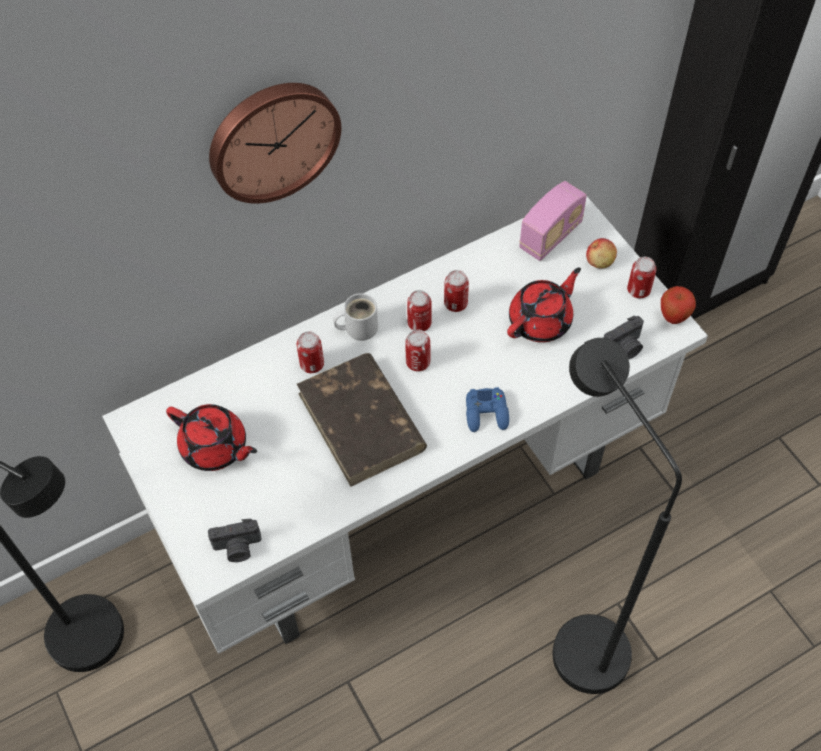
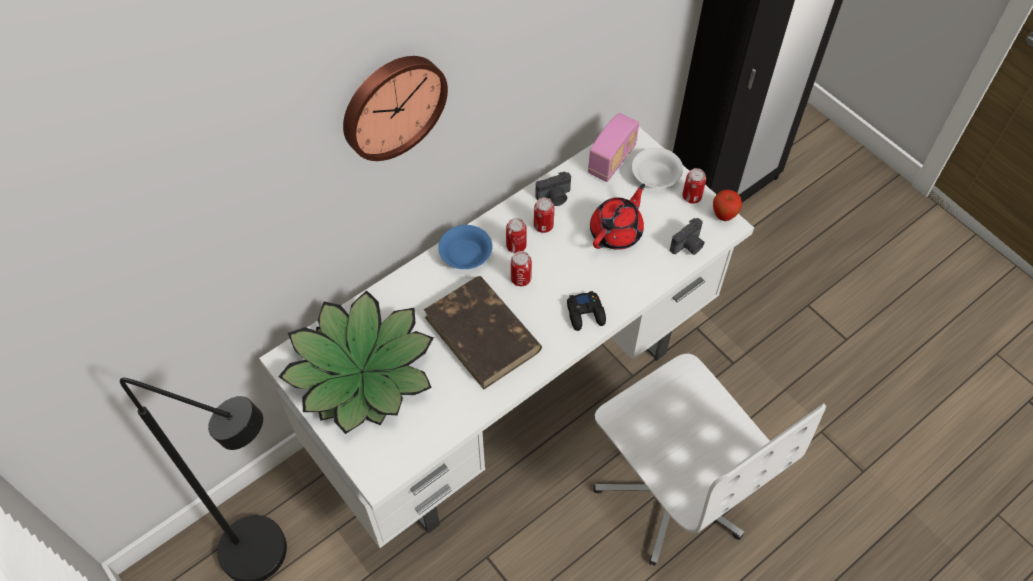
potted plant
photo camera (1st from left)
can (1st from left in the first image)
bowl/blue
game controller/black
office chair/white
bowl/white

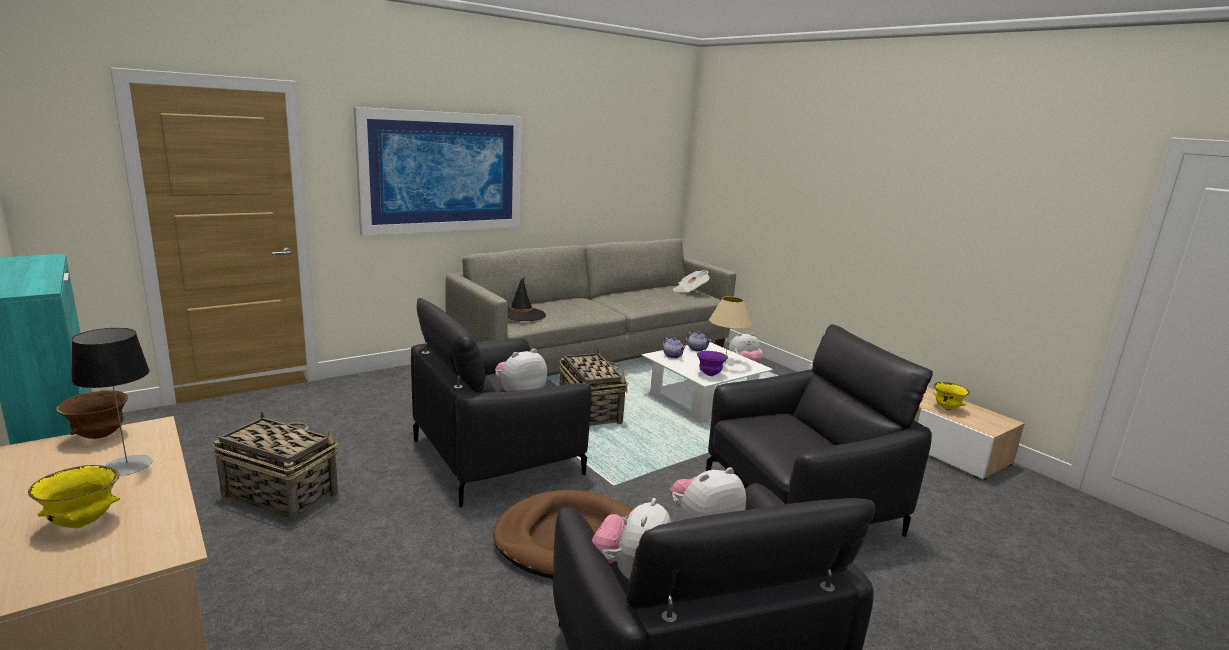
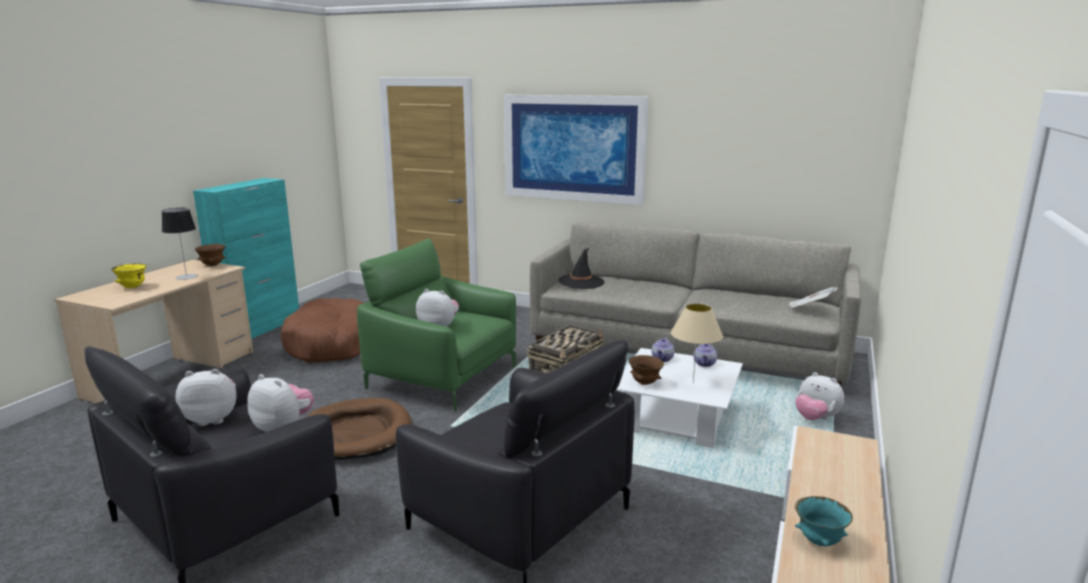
dog bed/brown (1st from left)
armchair/green
bowl/brown (2nd from left)
bowl/turquoise

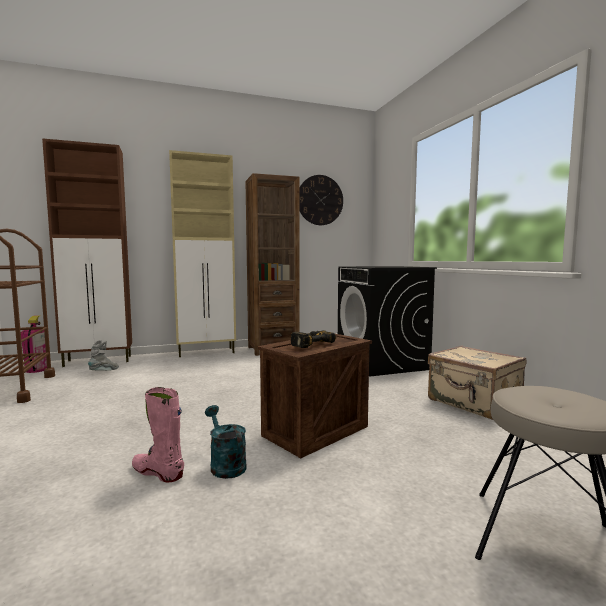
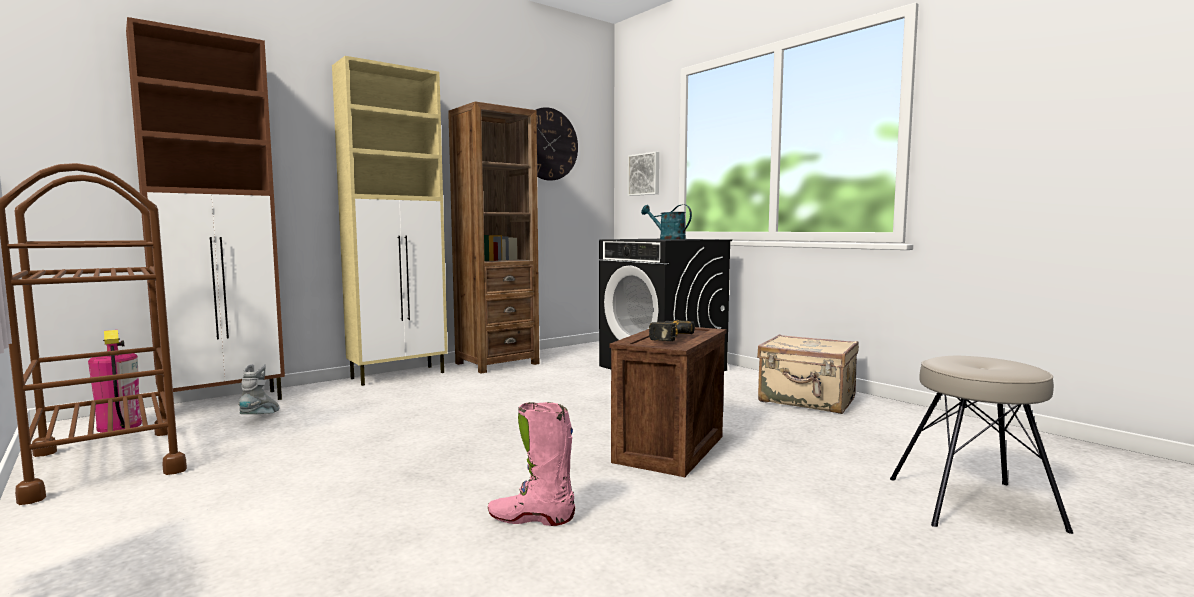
watering can/turquoise
picture

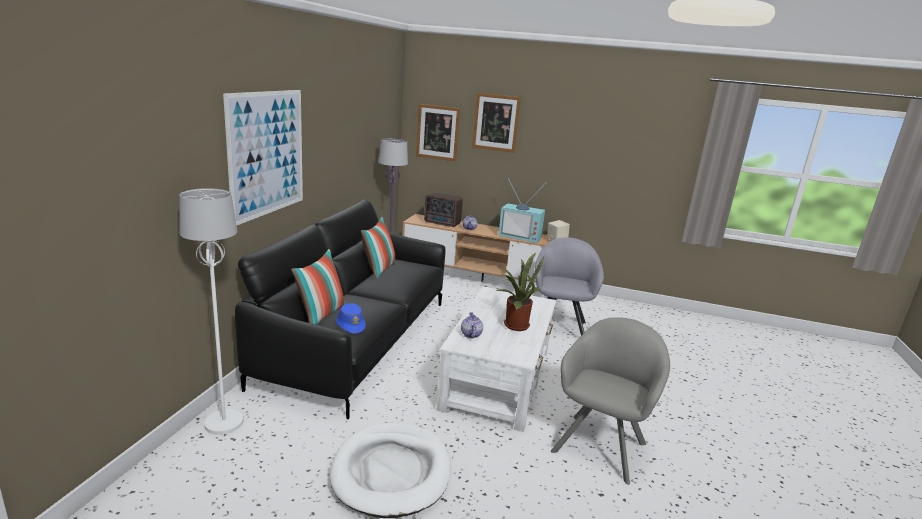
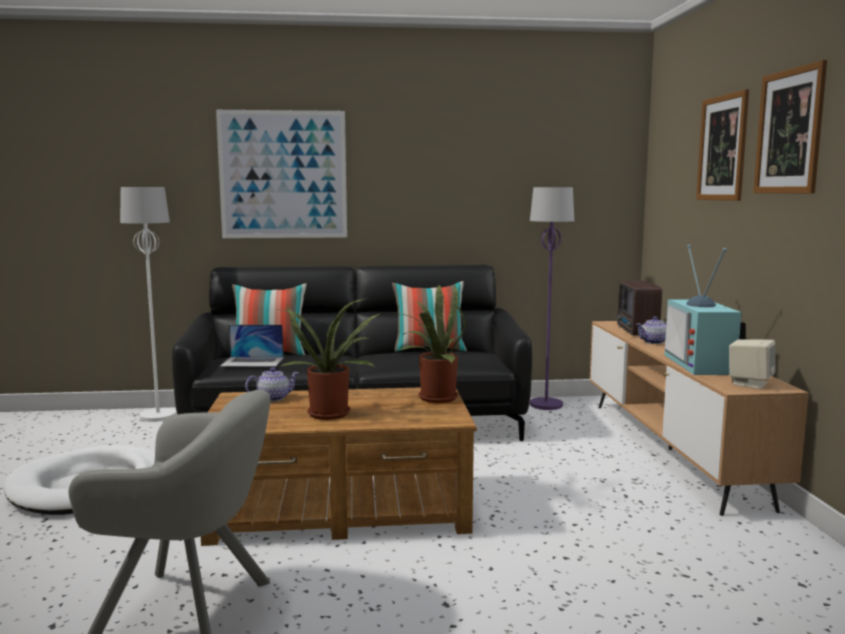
laptop
picture (3rd from left)
coffee table/brown
armchair/grey (1st from left in the first image)
potted plant (2nd from left)

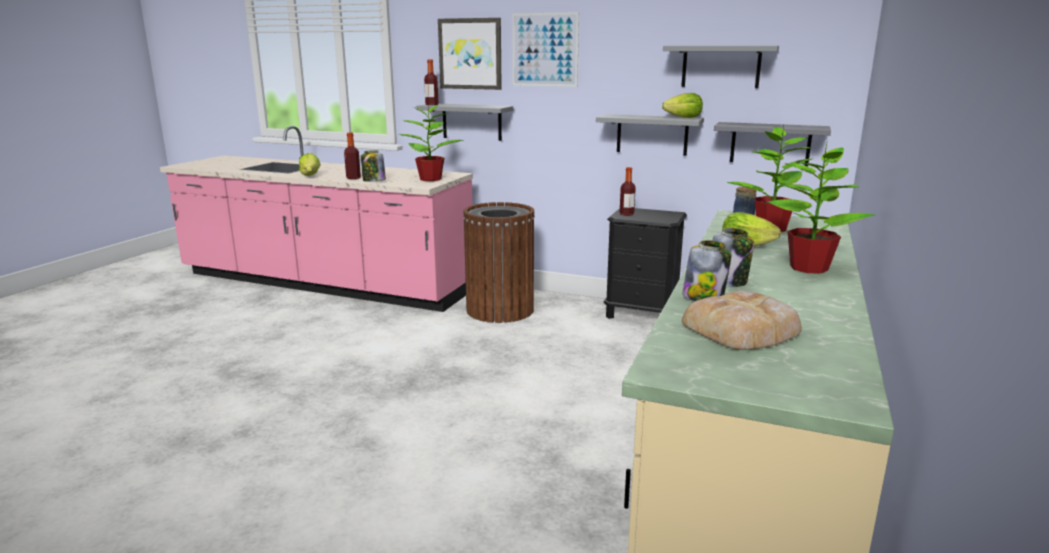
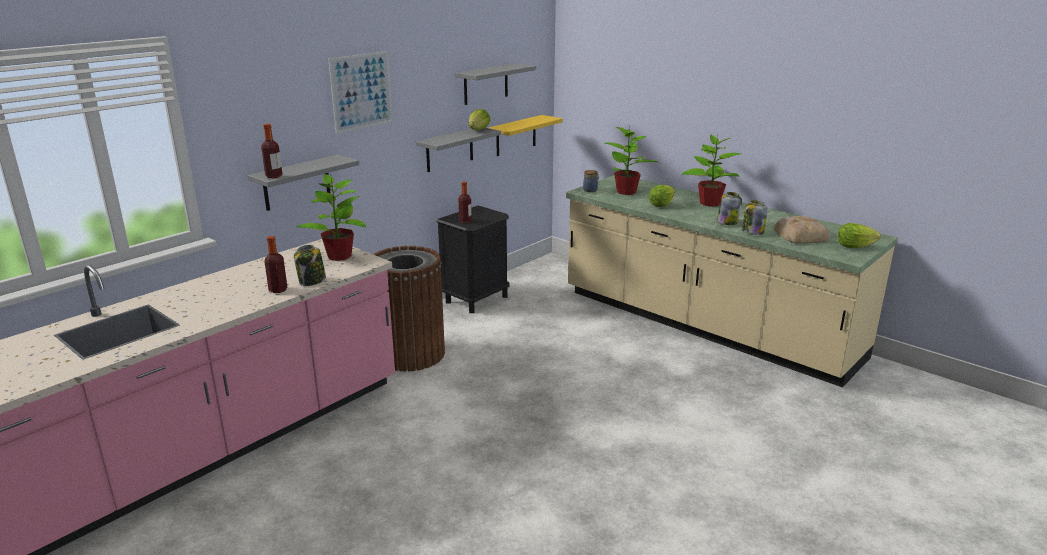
lettuce (3rd from left)
picture (1st from left in the first image)
shelf/yellow

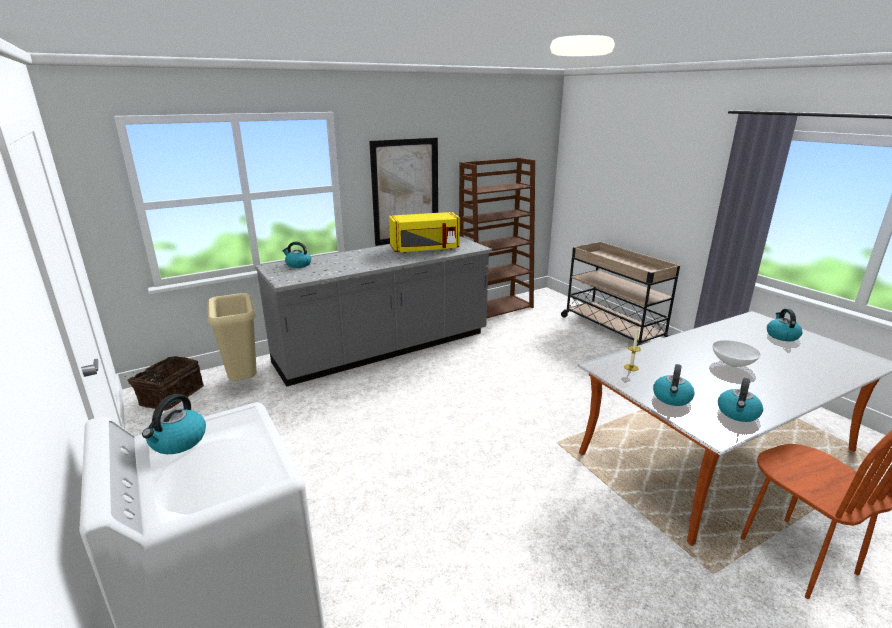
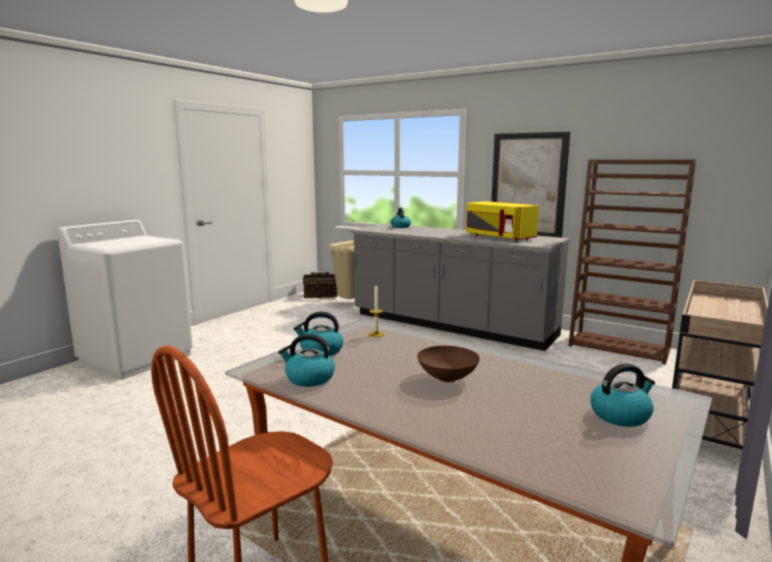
kettle (1st from left in the first image)
bowl/brown

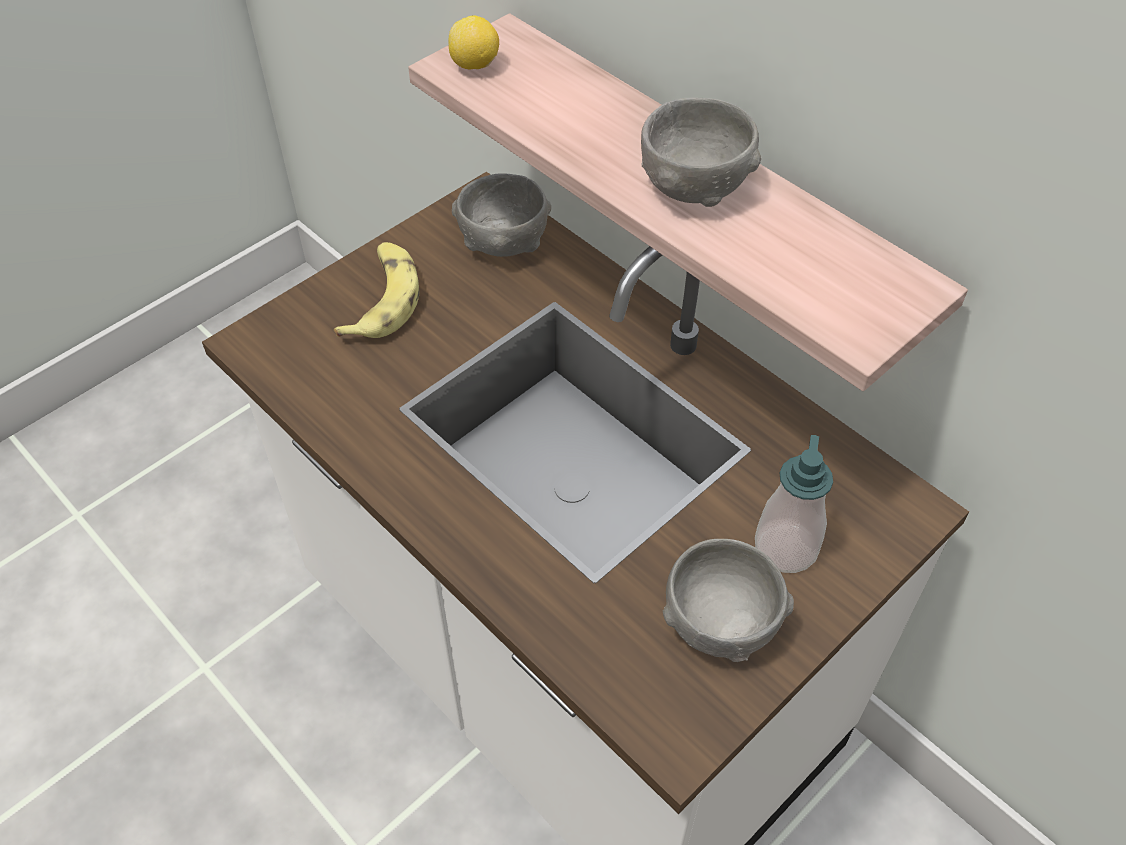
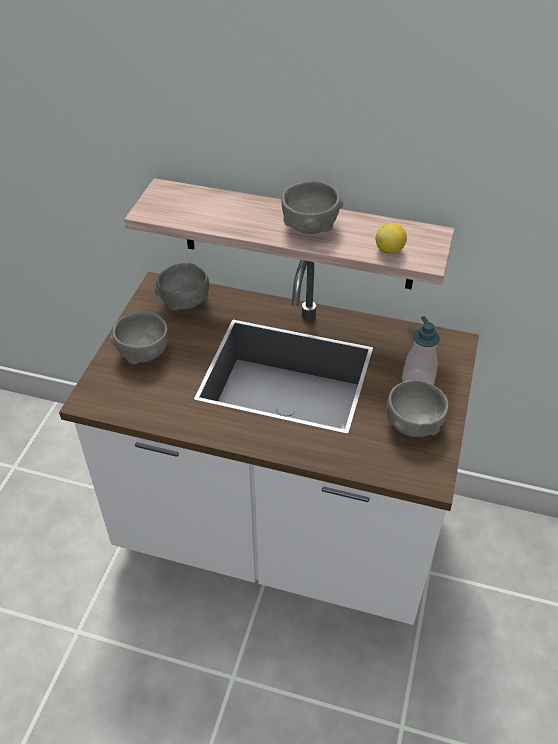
bowl/grey (1st from left)
lemon

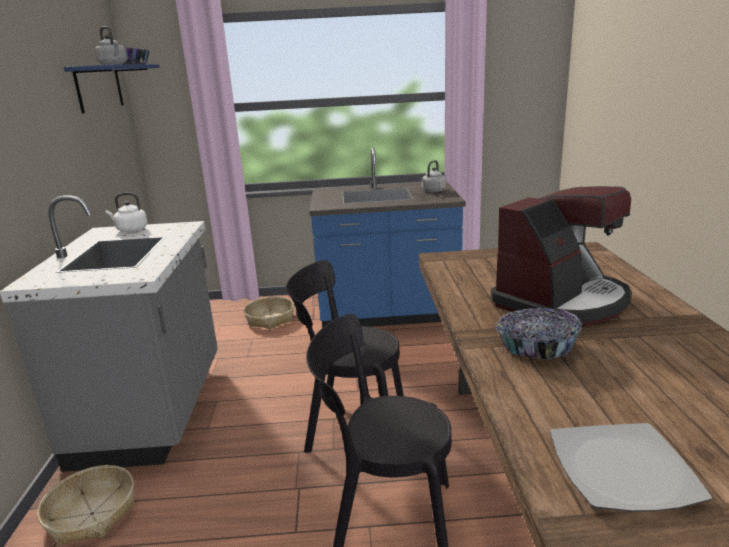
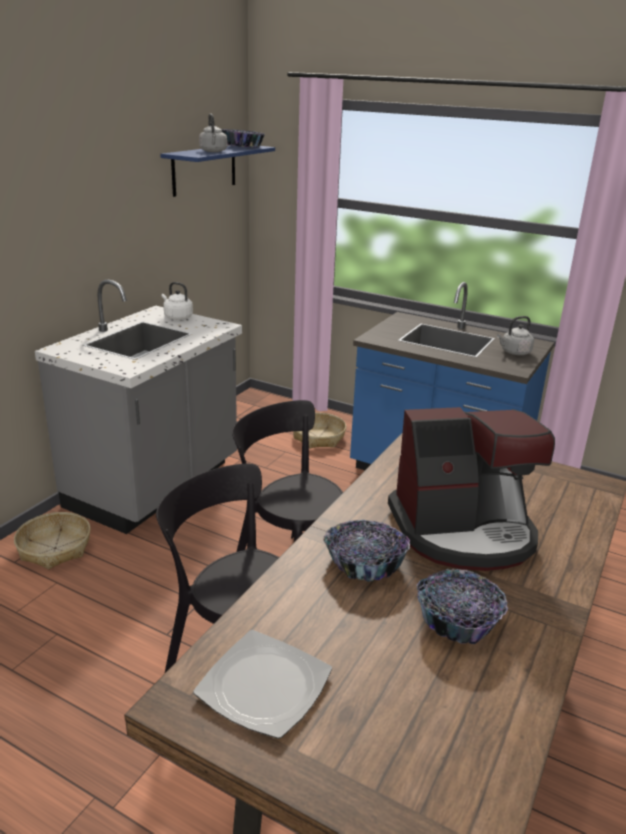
bowl (3rd from left)

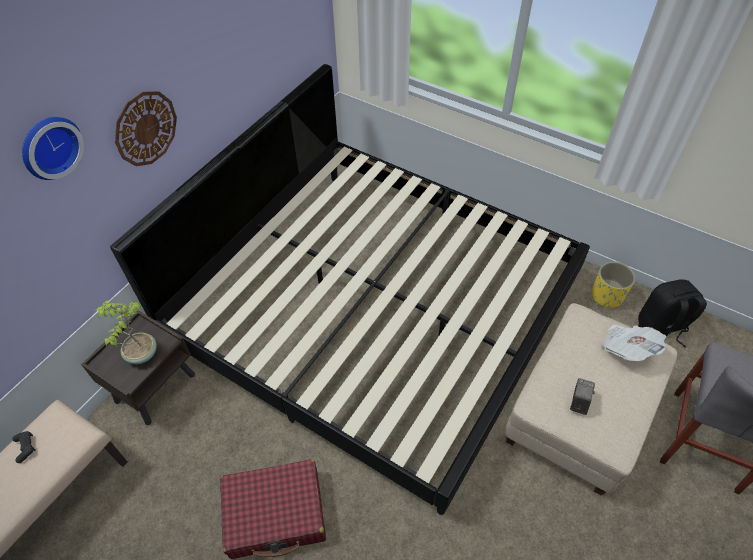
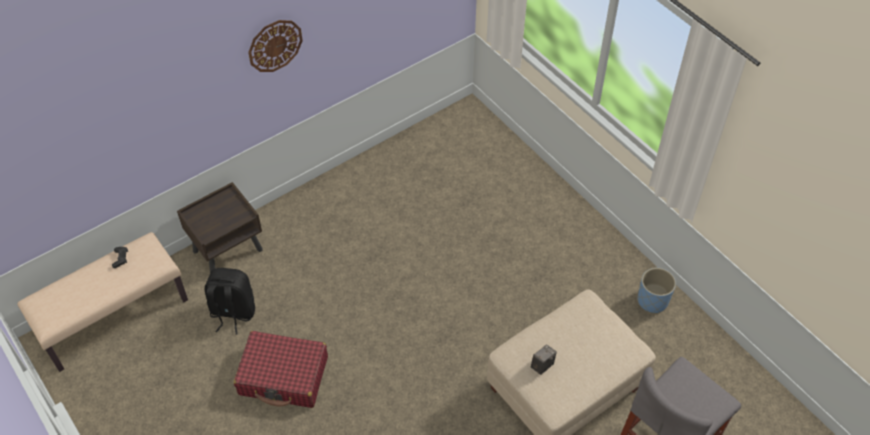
wall clock (1st from left in the first image)
potted plant
bed
planter/blue
newspaper
backpack/black

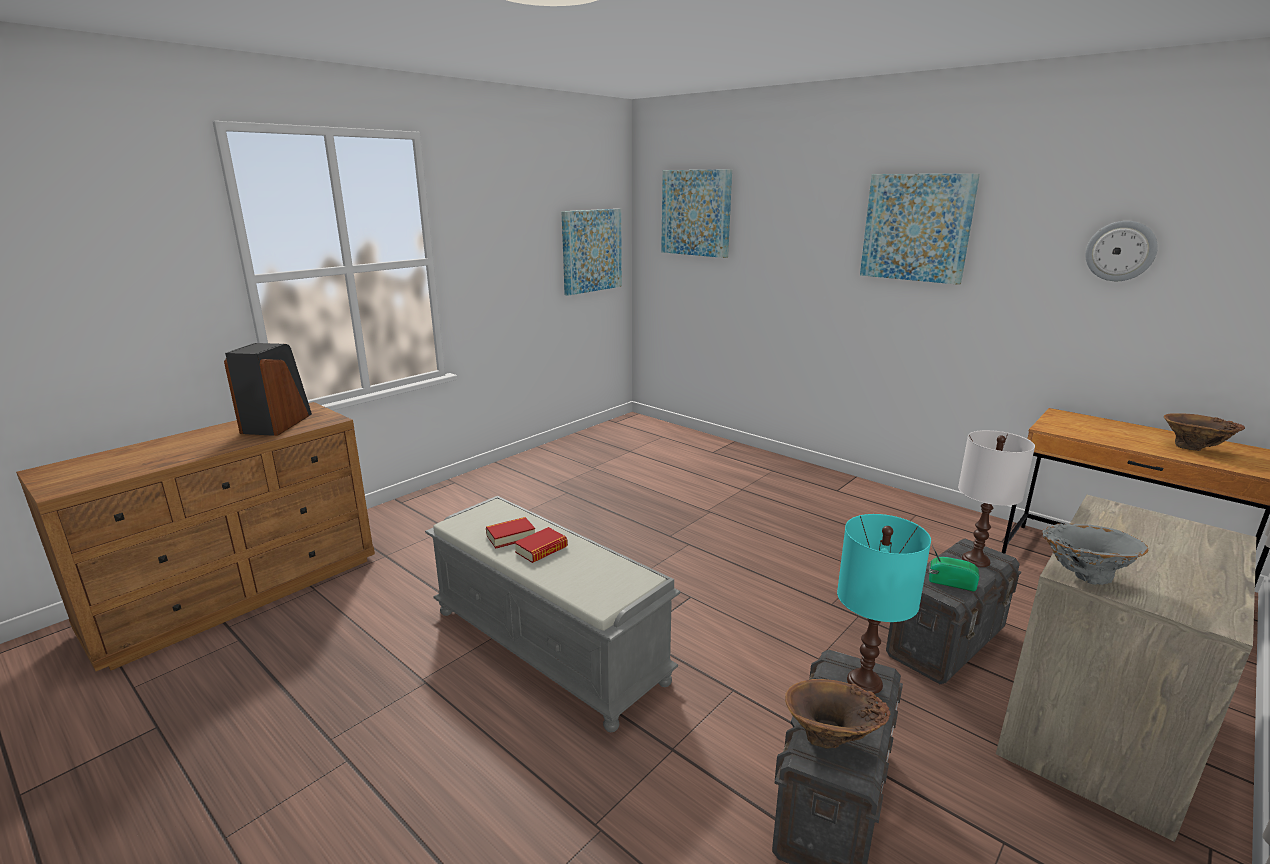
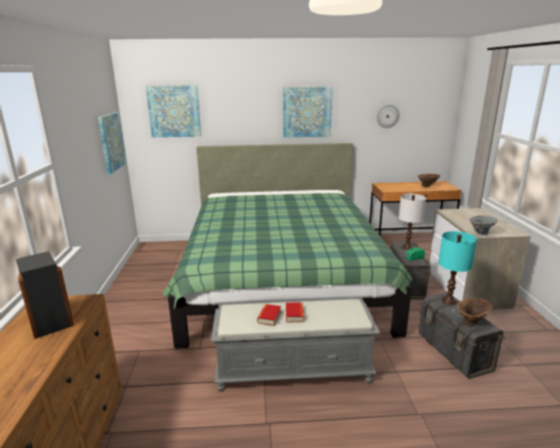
bed/green

